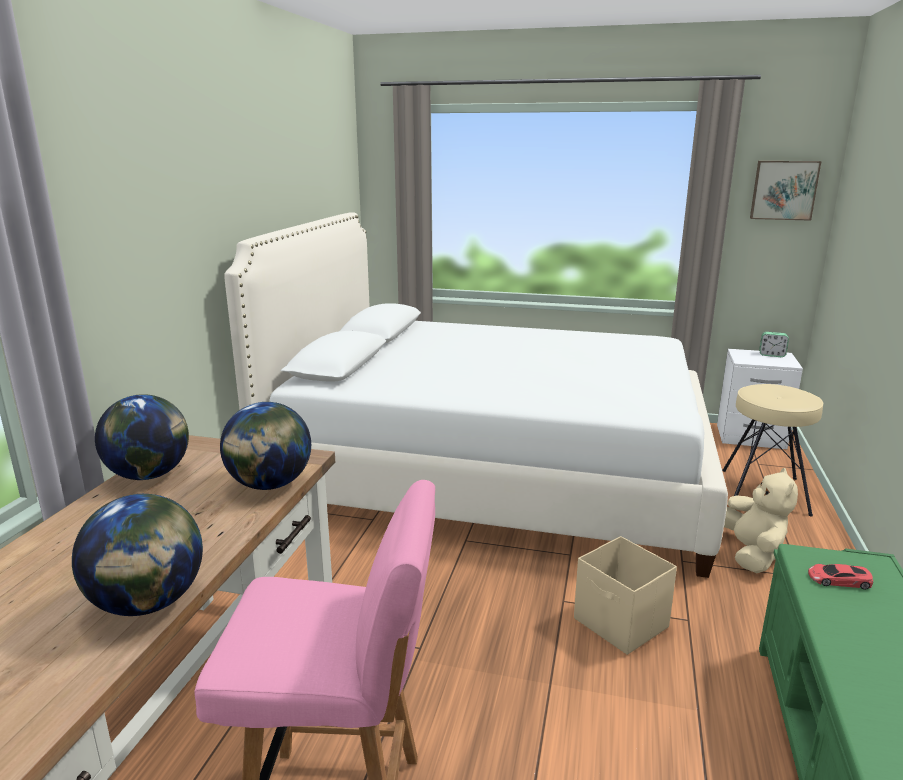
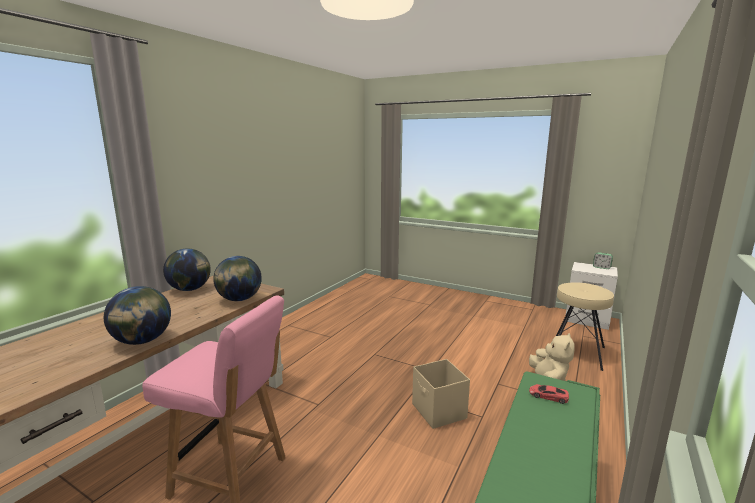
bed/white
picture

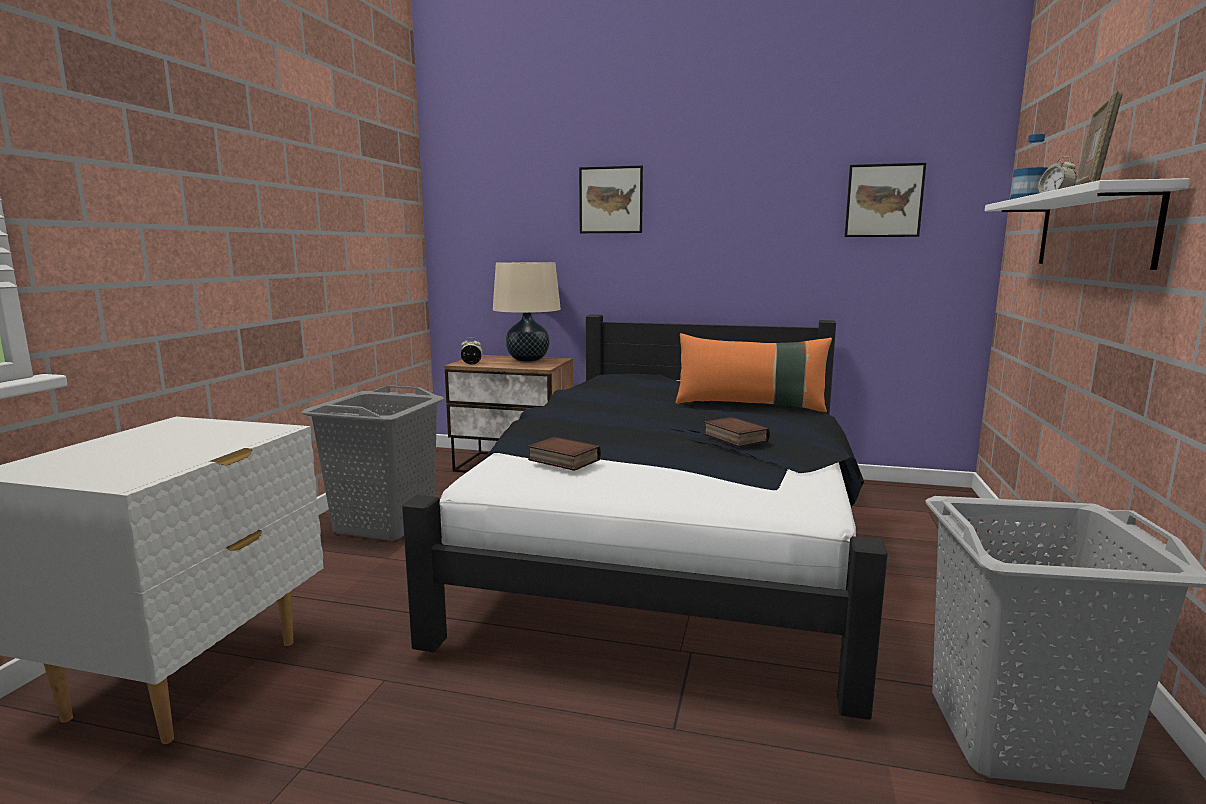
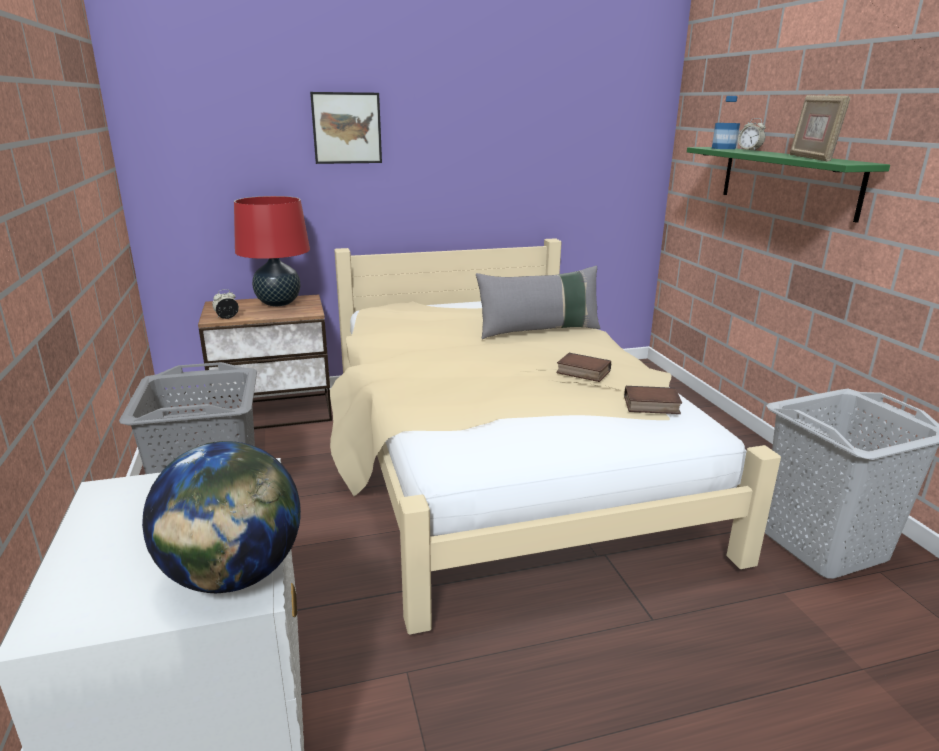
bed/beige
table lamp/red
book (2nd from left)
pillow/grey
picture (2nd from left in the first image)
shelf/green
globe

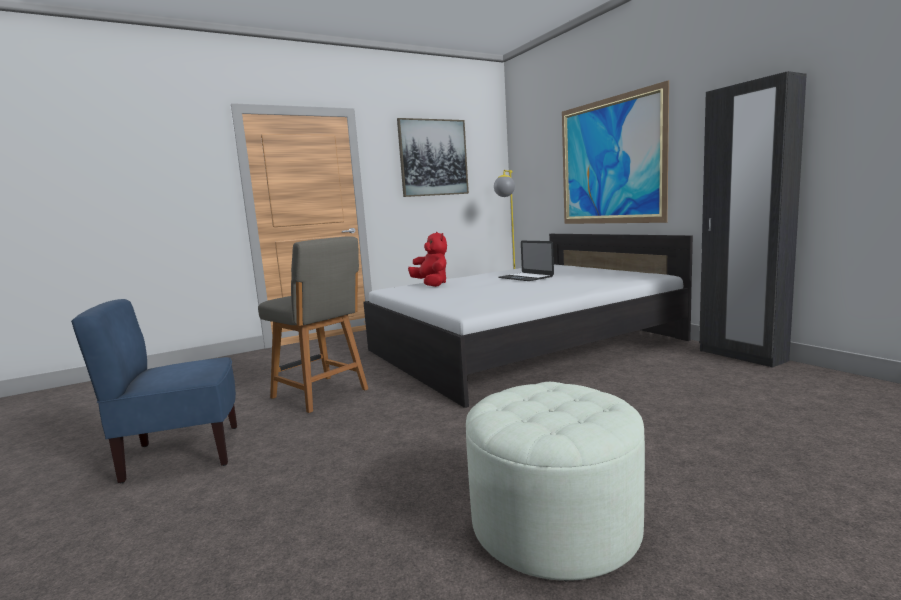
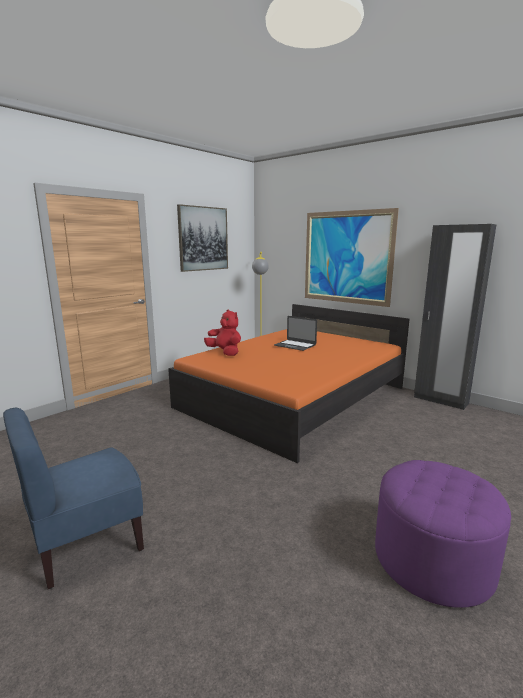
chair/grey
bed/orange
ottoman/purple

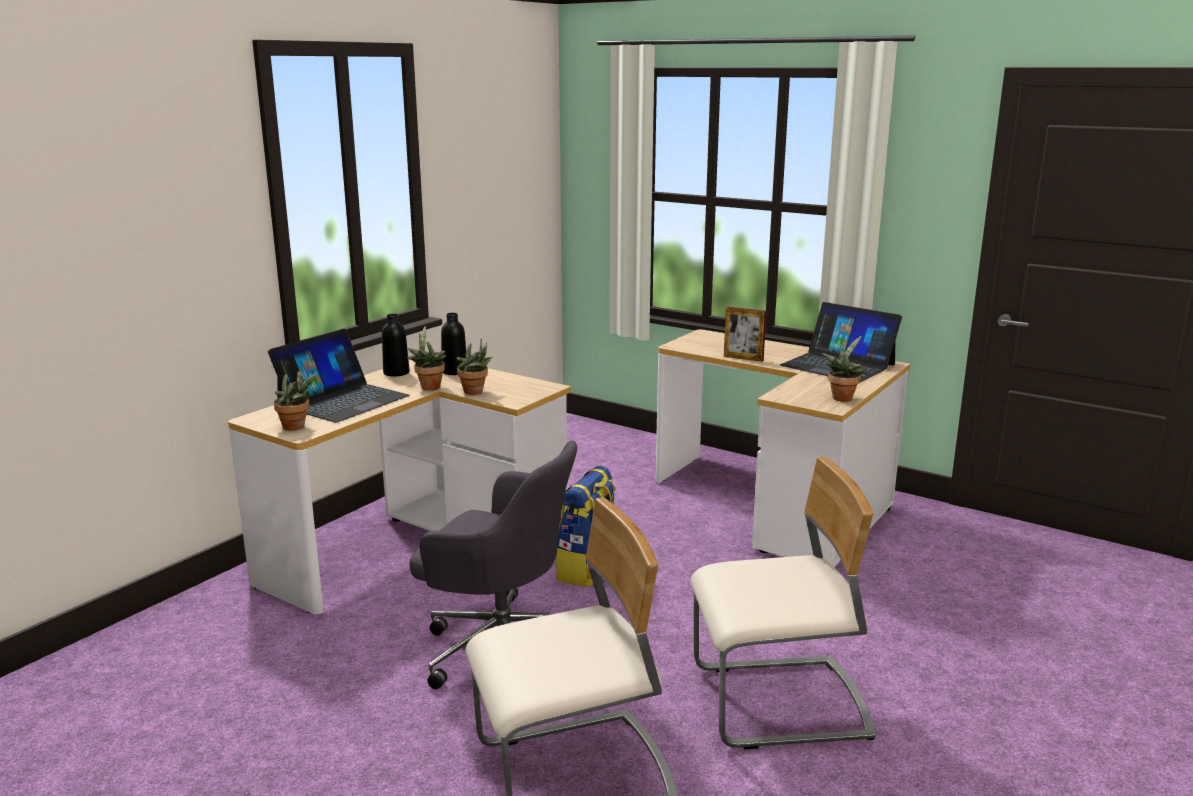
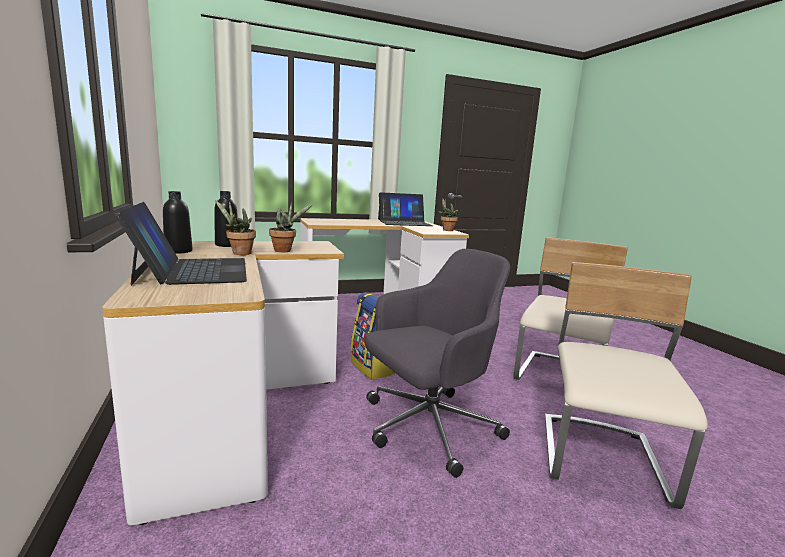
potted plant (1st from left in the first image)
picture frame

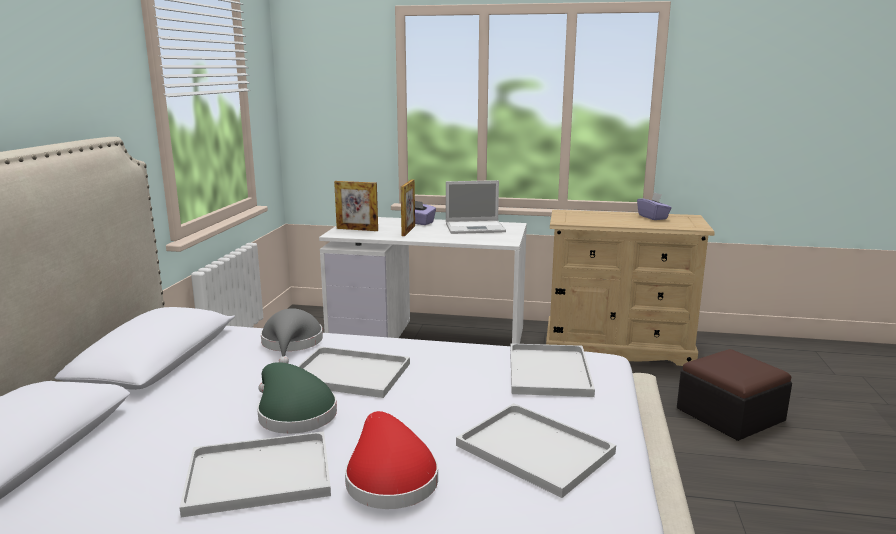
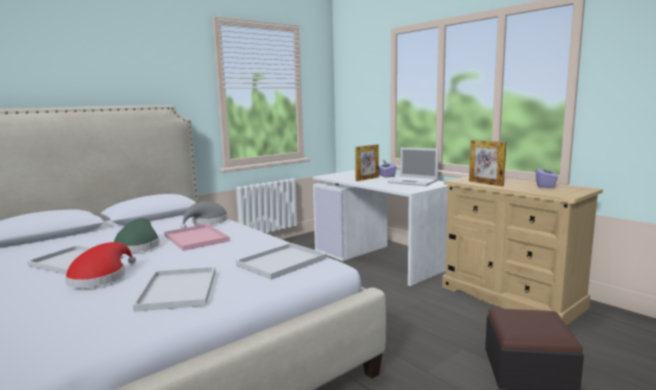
tray/pink
picture frame (2nd from left)

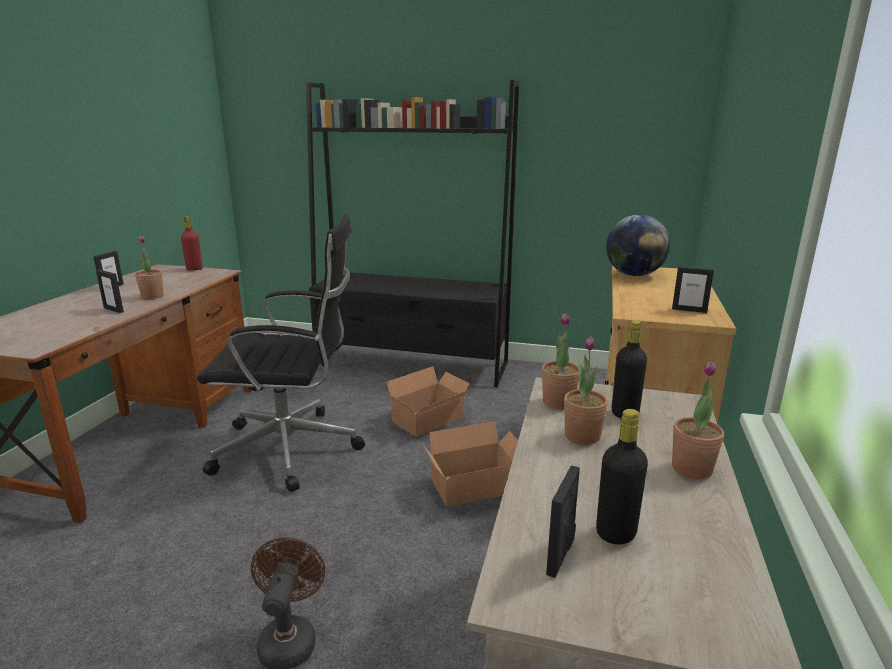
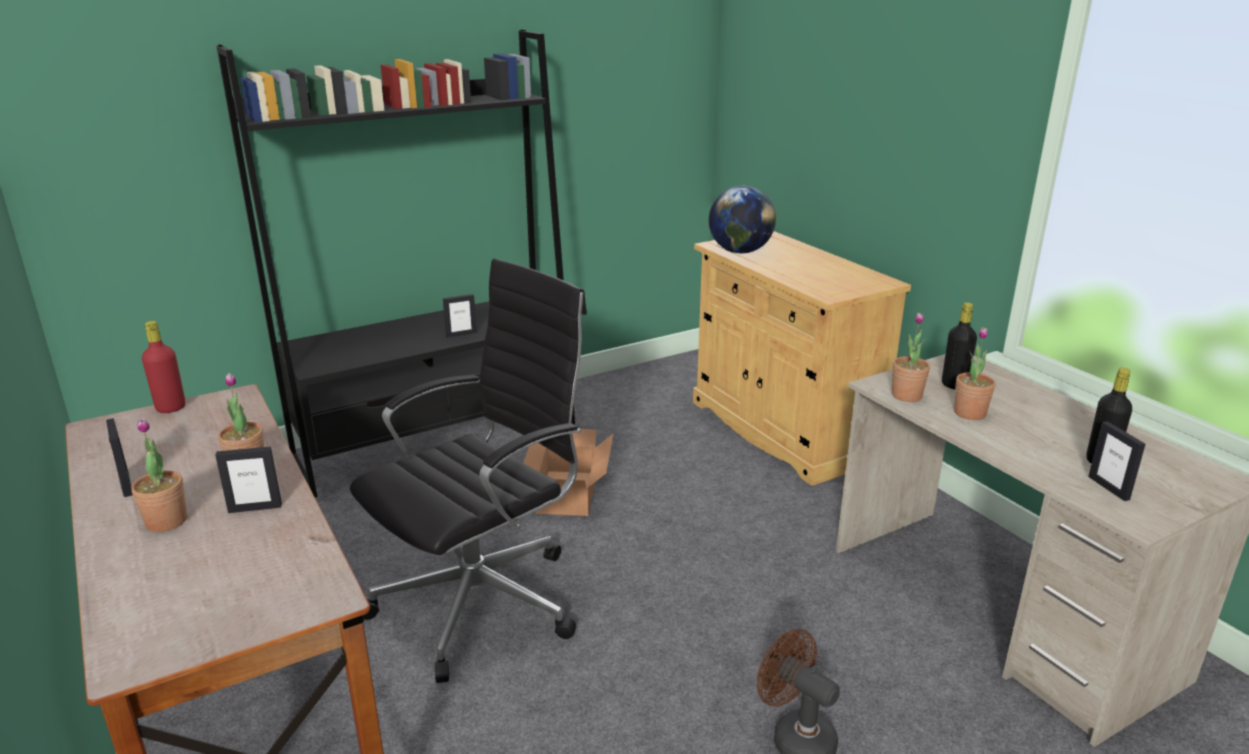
cardboard box (2nd from left in the first image)
picture frame (3rd from left)
potted plant (1st from left)

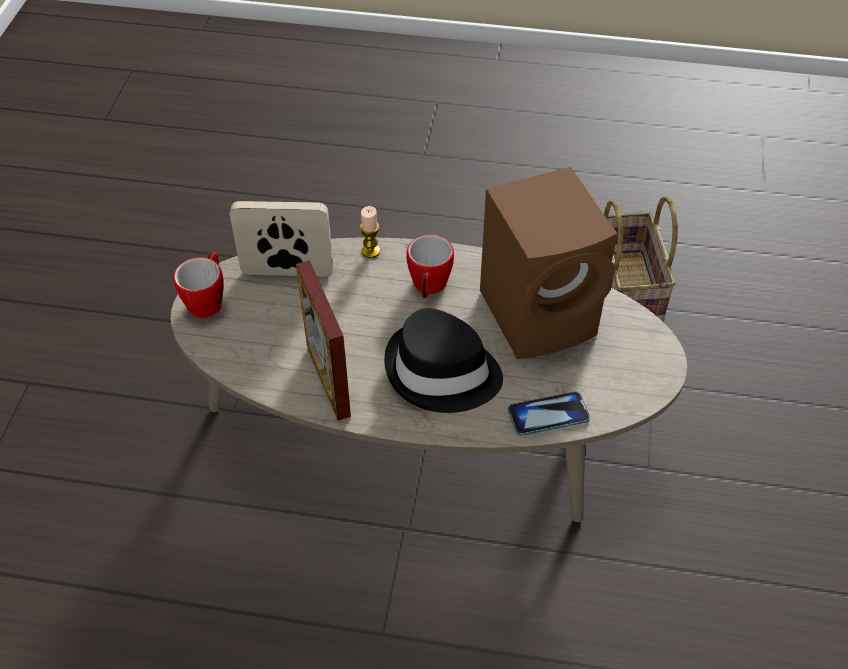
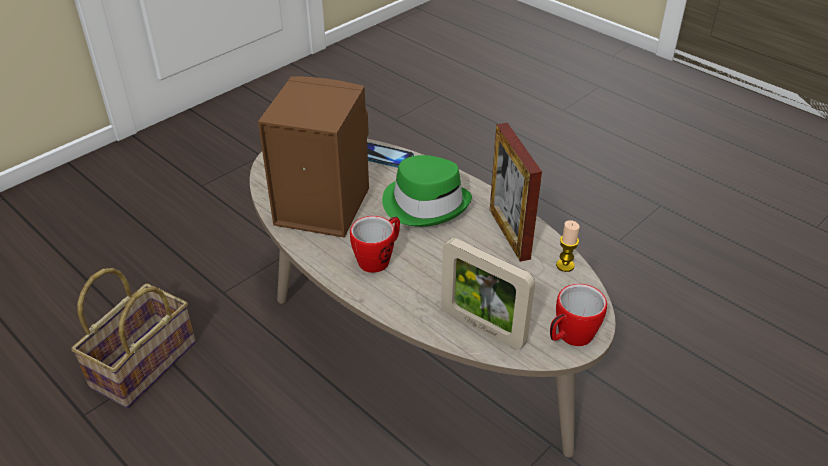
picture frame (2nd from left)
candle
hat/green

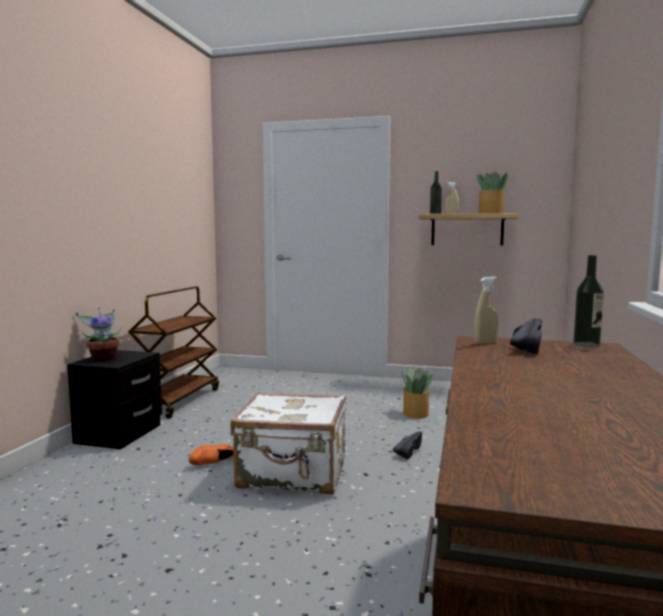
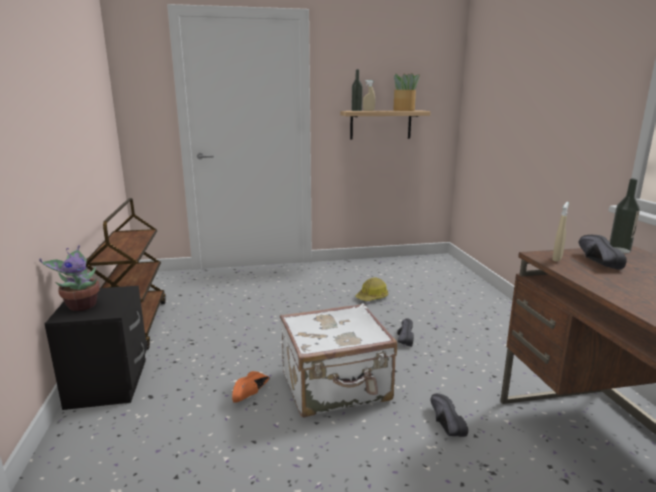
hard hat
shoe/black (2nd from left)

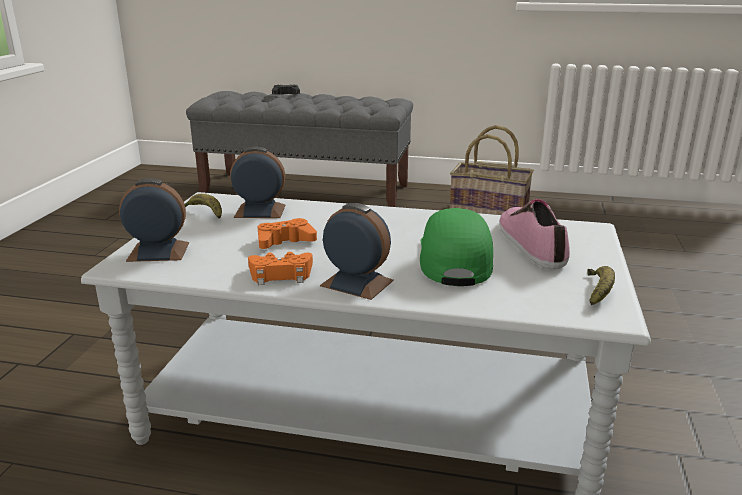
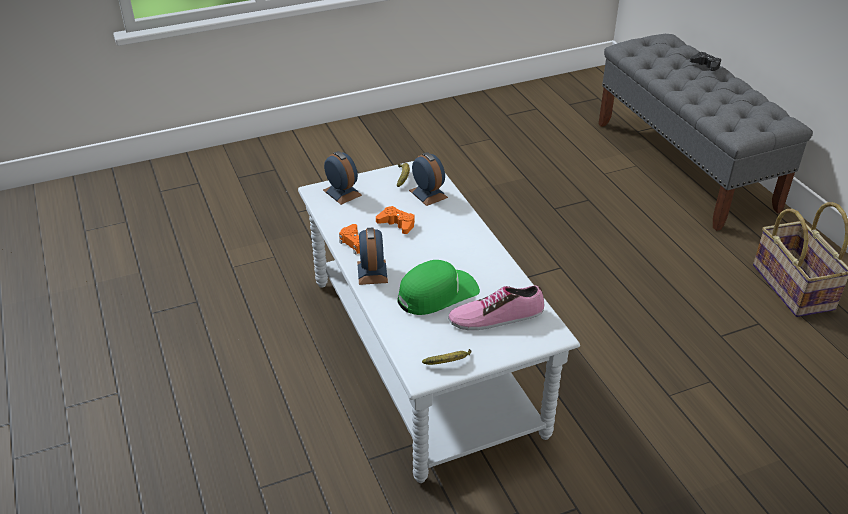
shoe

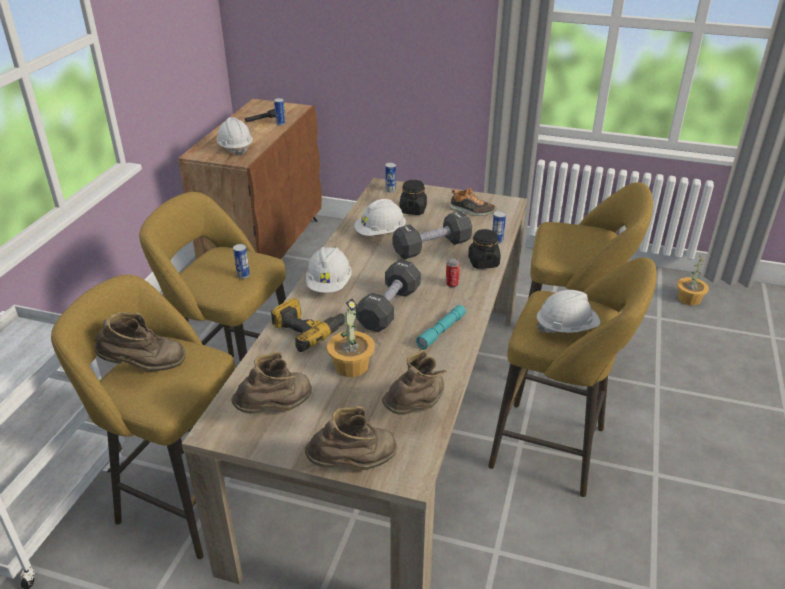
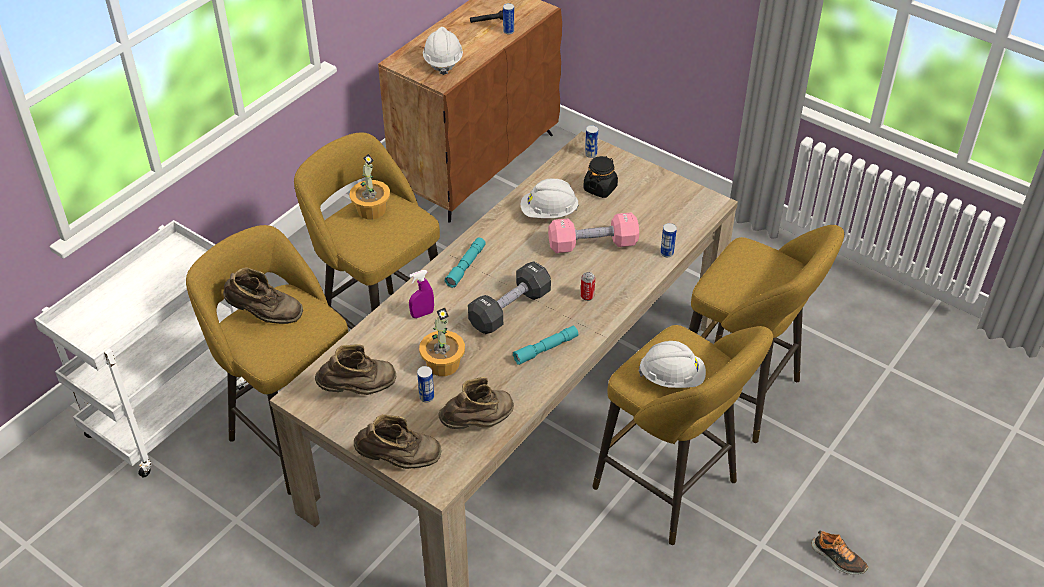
can (1st from left)
spray bottle/purple
flashlight/turquoise (1st from left)
dumbbell/pink
shoe
jar/black (2nd from left in the first image)
potted plant (1st from left)

